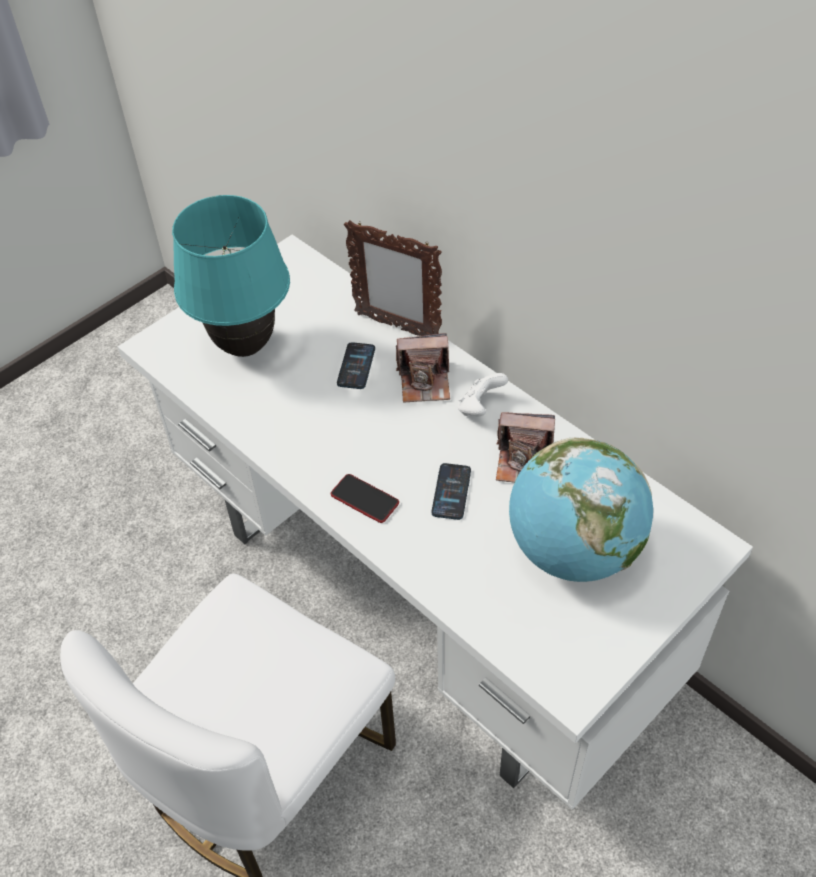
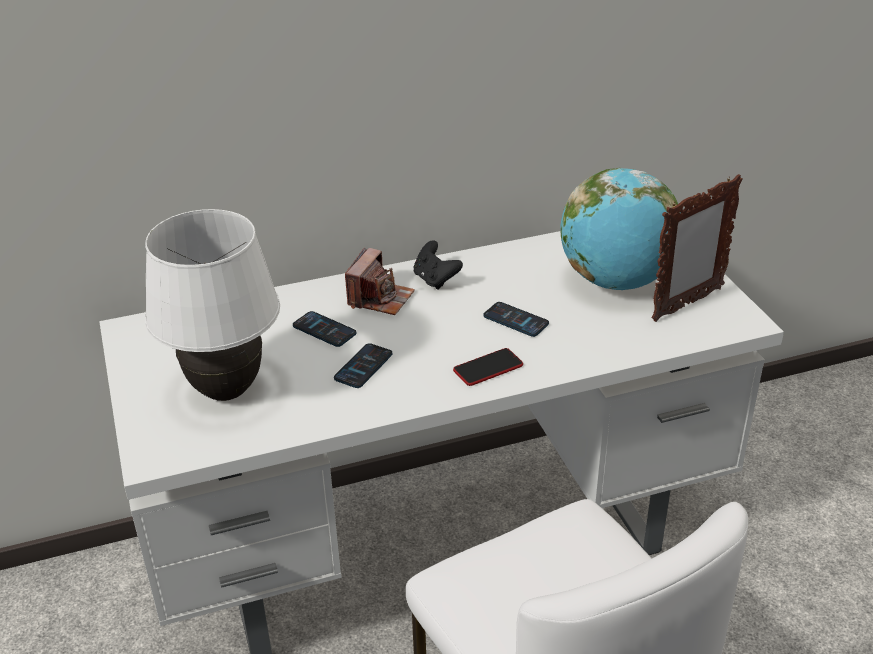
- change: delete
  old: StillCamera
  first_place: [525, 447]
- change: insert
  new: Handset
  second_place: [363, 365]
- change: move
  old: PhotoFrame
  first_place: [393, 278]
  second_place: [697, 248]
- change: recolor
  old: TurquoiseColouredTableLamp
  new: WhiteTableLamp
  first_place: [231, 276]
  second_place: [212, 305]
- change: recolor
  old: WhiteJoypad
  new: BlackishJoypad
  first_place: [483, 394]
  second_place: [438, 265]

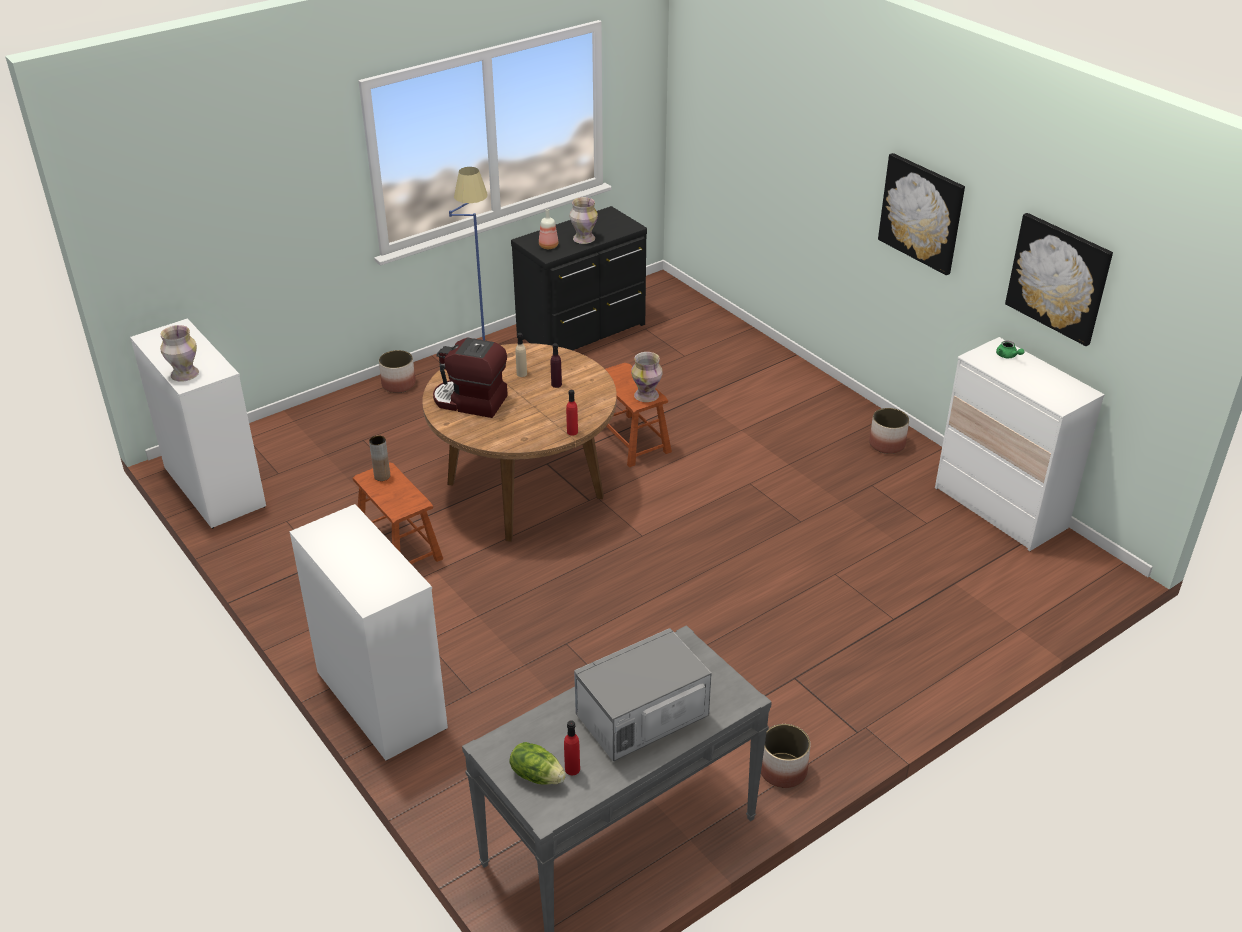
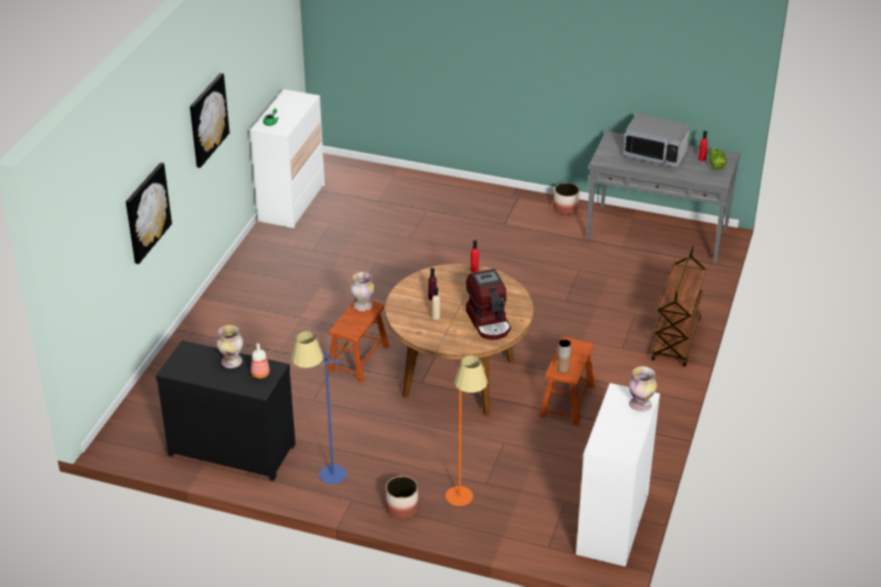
- change: delete
  old: FlowerPot
  first_place: [889, 431]
- change: insert
  new: OrangeStandingLamp
  second_place: [466, 431]
- change: move
  old: WallArt
  first_place: [1059, 279]
  second_place: [149, 213]
- change: replace
  old: WhiteDrawerChest
  new: BrownishWheeledCart
  first_place: [368, 632]
  second_place: [678, 306]

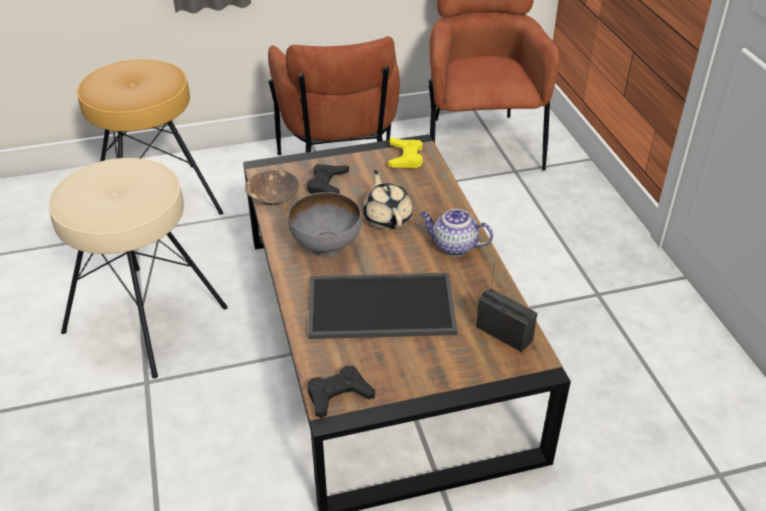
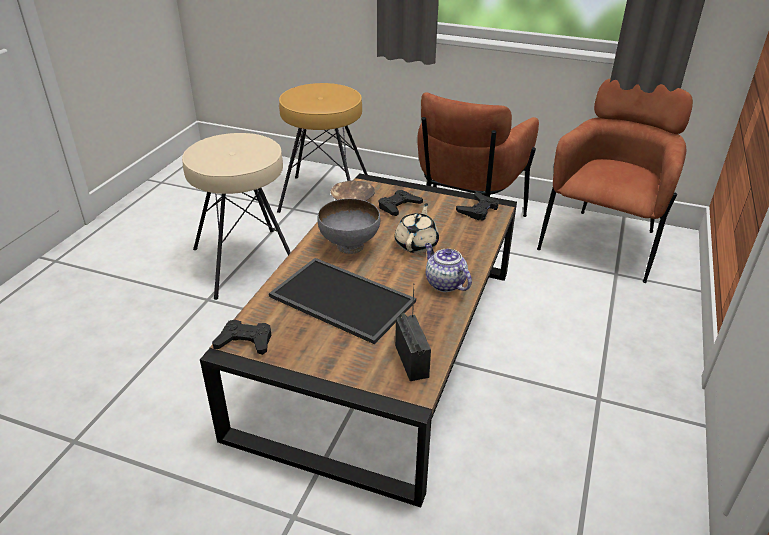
- change: recolor
  old: YellowishJoypad
  new: BlackishJoypad
  first_place: [405, 153]
  second_place: [477, 206]

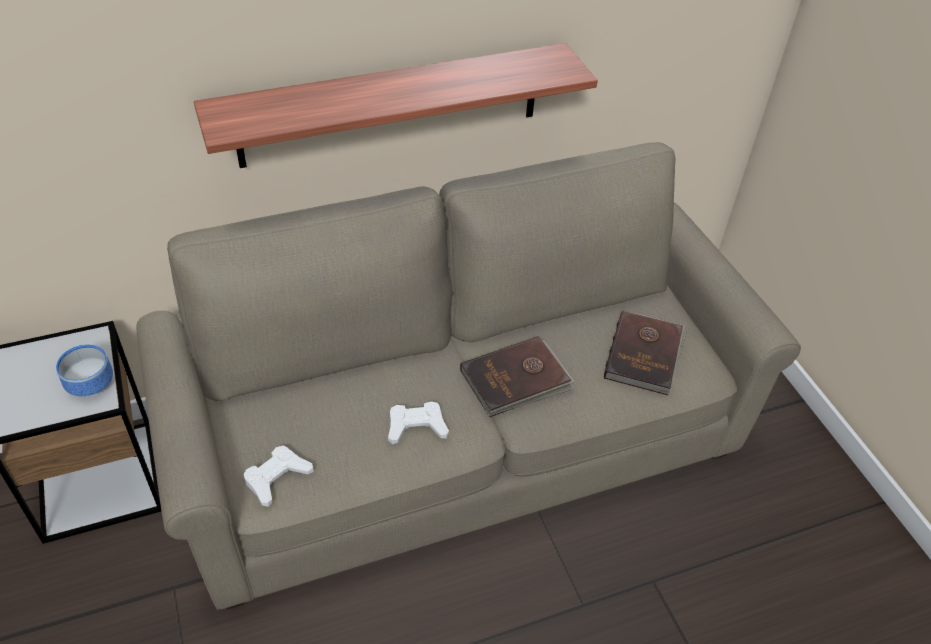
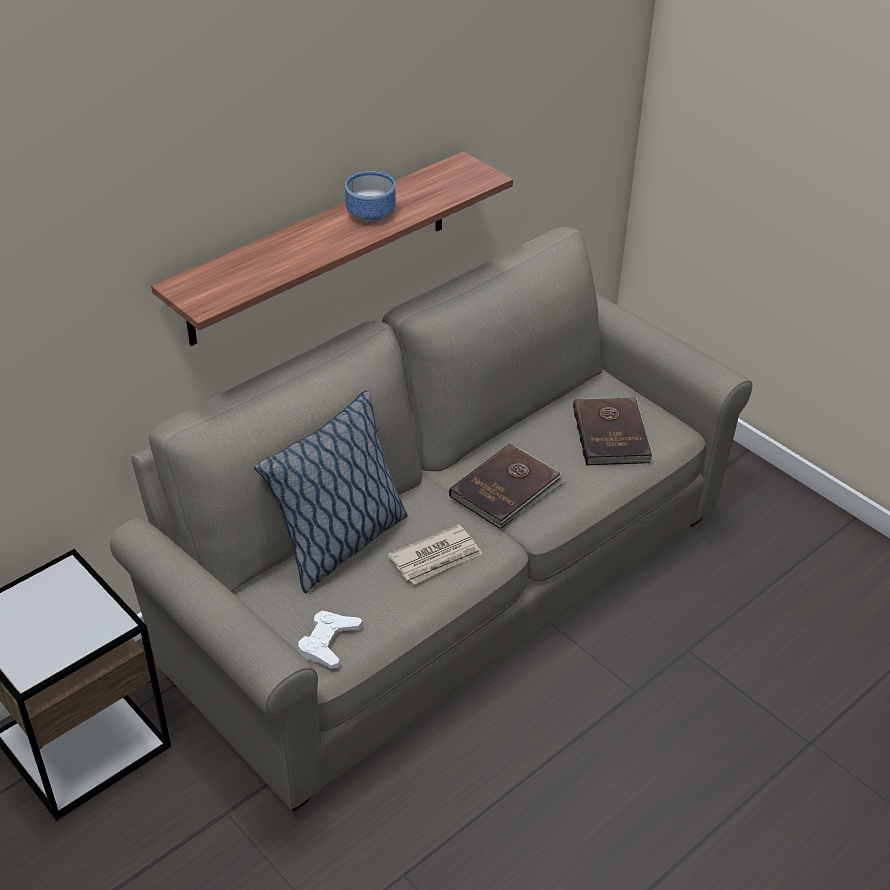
- change: insert
  new: ThrowPillow
  second_place: [331, 492]
- change: move
  old: ServingBowl
  first_place: [84, 370]
  second_place: [370, 197]
- change: replace
  old: WhiteJoypad
  new: PrintedPaper
  first_place: [418, 422]
  second_place: [435, 554]

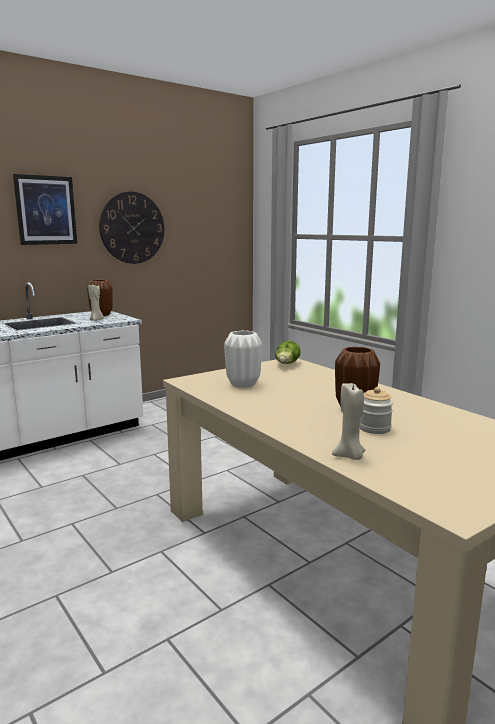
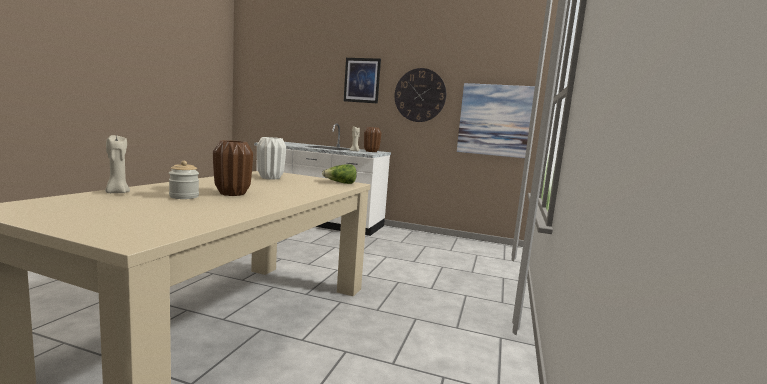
- change: insert
  new: WallArt
  second_place: [496, 120]

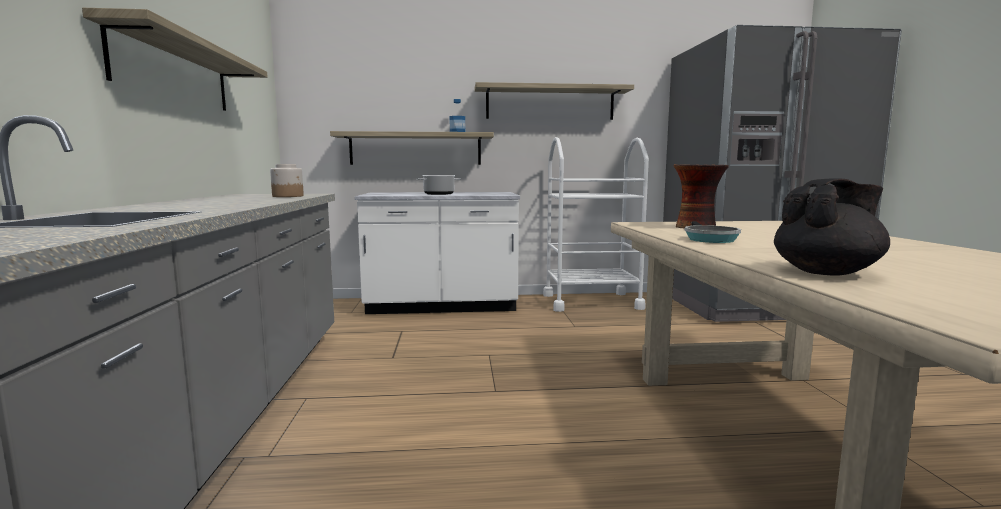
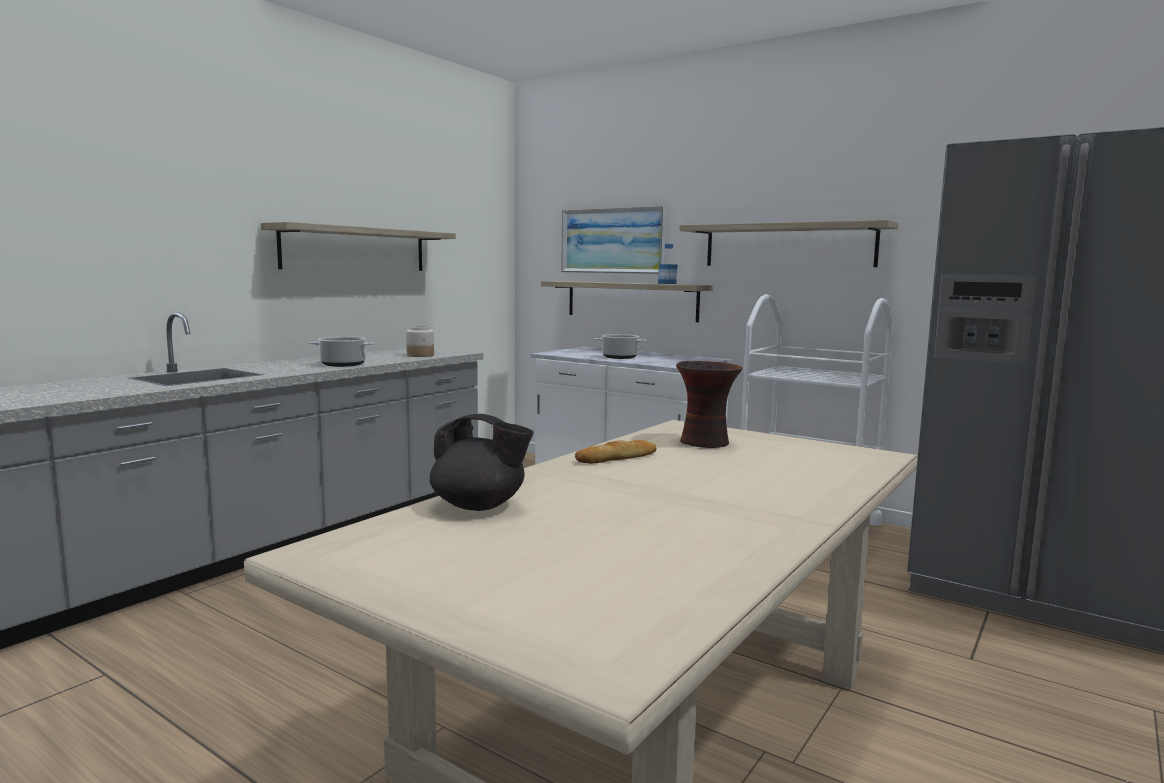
- change: insert
  new: CookingPot
  second_place: [342, 351]
- change: insert
  new: WallArt
  second_place: [613, 240]
- change: replace
  old: Skillet
  new: BakeryBread
  first_place: [713, 232]
  second_place: [616, 452]

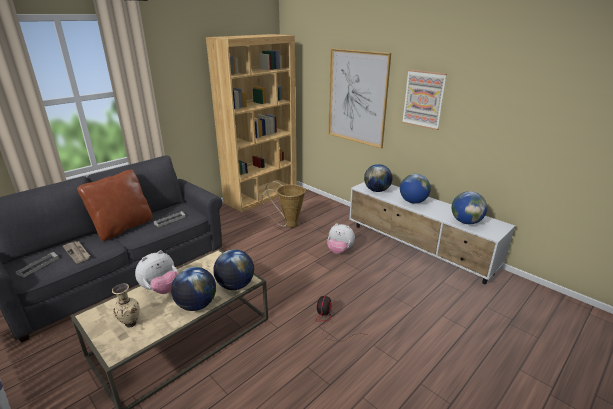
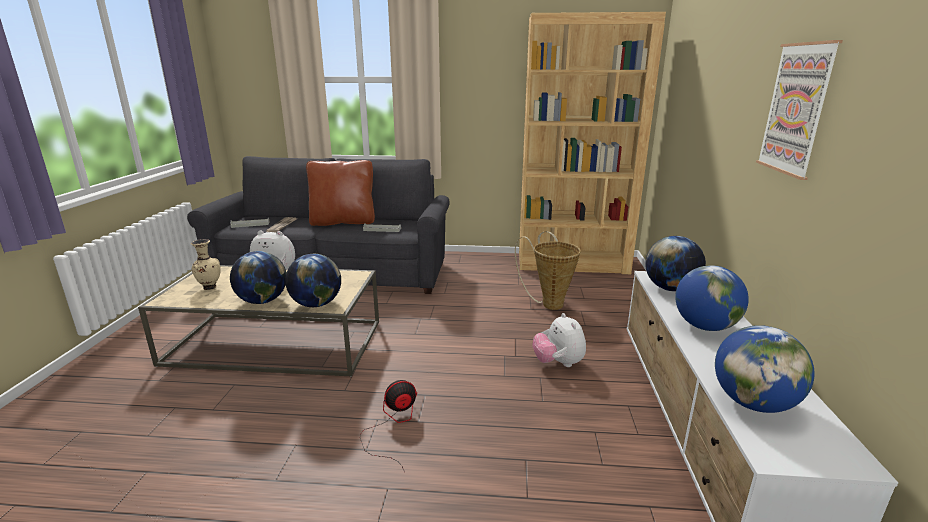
- change: delete
  old: WallArt
  first_place: [359, 98]

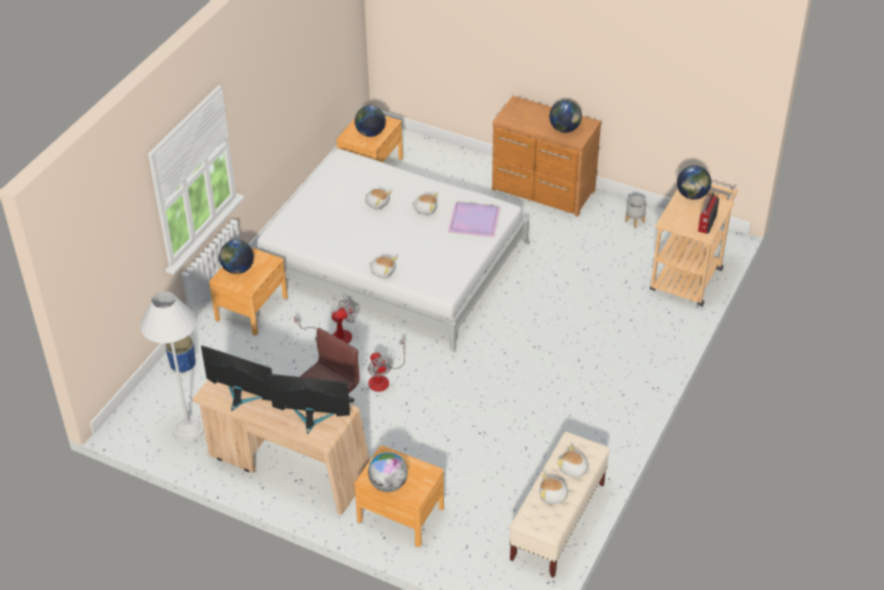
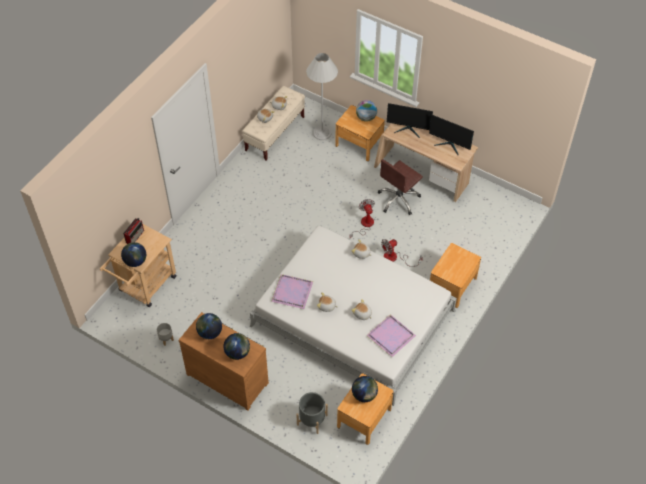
- change: delete
  old: BlueFlowerPot
  first_place: [180, 354]
- change: insert
  new: GreyishFlowerPot
  second_place: [312, 413]
- change: insert
  new: PurpleColouredCarryingTray
  second_place: [391, 335]
- change: move
  old: WhiteStandingLamp
  first_place: [172, 366]
  second_place: [322, 96]
- change: move
  old: DeskGlobe
  first_place: [236, 257]
  second_place: [236, 346]

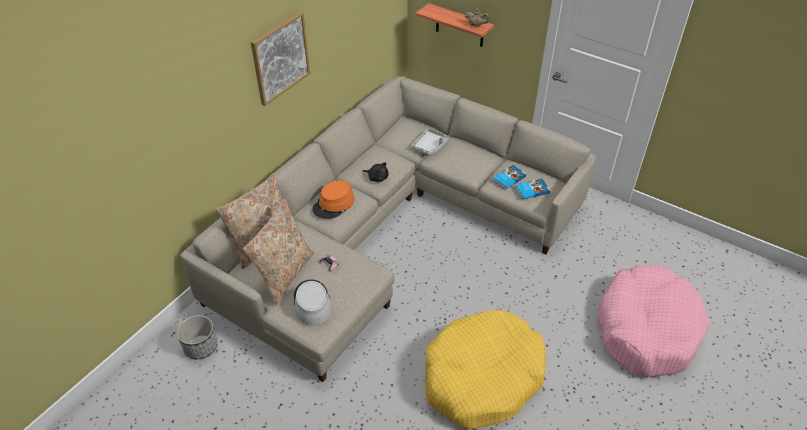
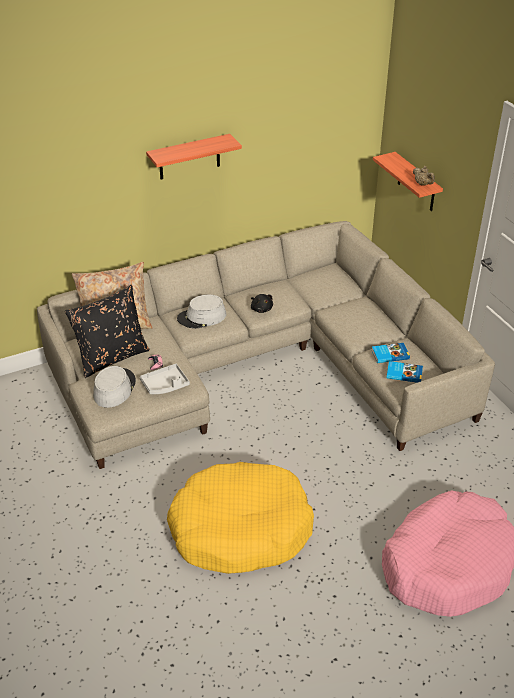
- change: delete
  old: FlowerPot
  first_place: [197, 337]
- change: move
  old: GreyishCarryingTray
  first_place: [430, 141]
  second_place: [165, 379]
- change: replace
  old: WallArt
  new: Shelf
  first_place: [280, 59]
  second_place: [194, 156]
- change: recolor
  old: BeigeColouredThrowPillow
  new: BlackishThrowPillow
  first_place: [278, 252]
  second_place: [107, 331]
- change: recolor
  old: OrangeWearableHat
  new: GreyishWearableHat
  first_place: [334, 199]
  second_place: [201, 312]

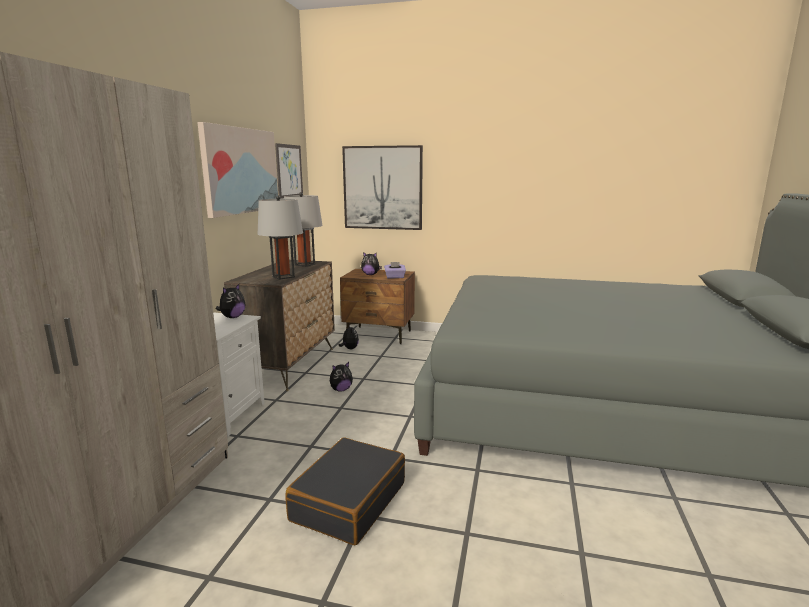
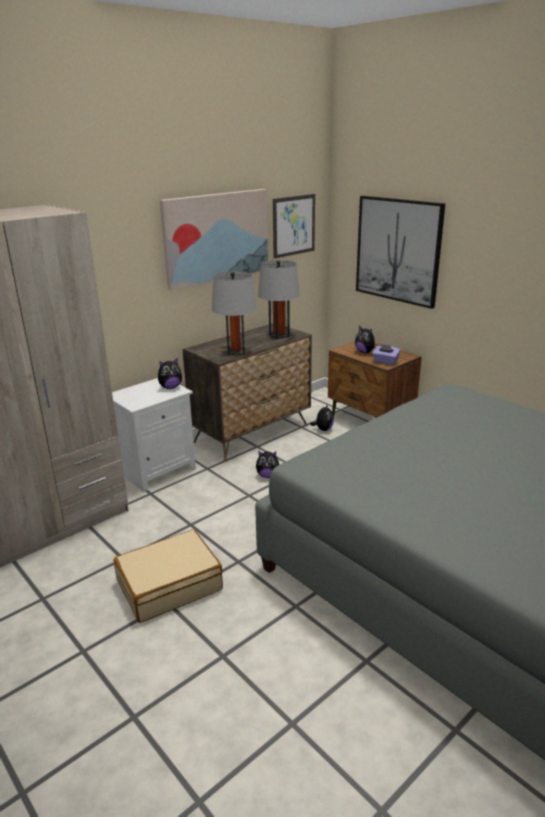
- change: recolor
  old: BlackishTravelCase
  new: BeigeColouredTravelCase
  first_place: [345, 491]
  second_place: [168, 576]

